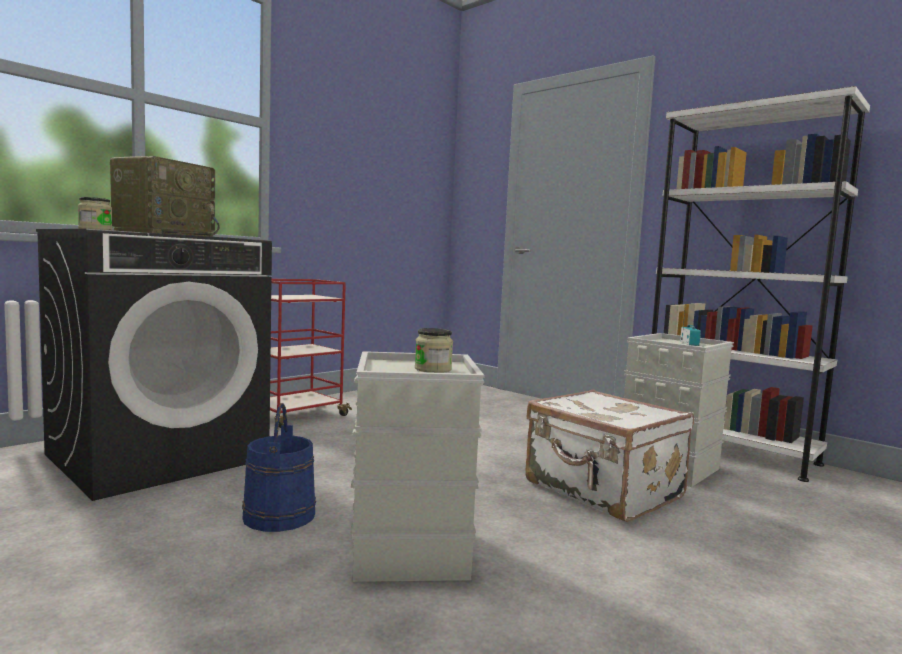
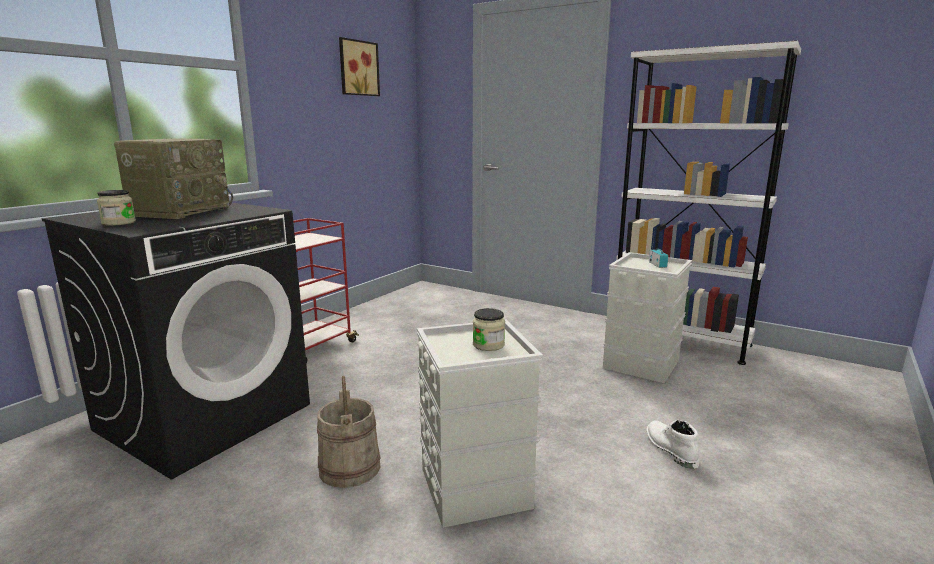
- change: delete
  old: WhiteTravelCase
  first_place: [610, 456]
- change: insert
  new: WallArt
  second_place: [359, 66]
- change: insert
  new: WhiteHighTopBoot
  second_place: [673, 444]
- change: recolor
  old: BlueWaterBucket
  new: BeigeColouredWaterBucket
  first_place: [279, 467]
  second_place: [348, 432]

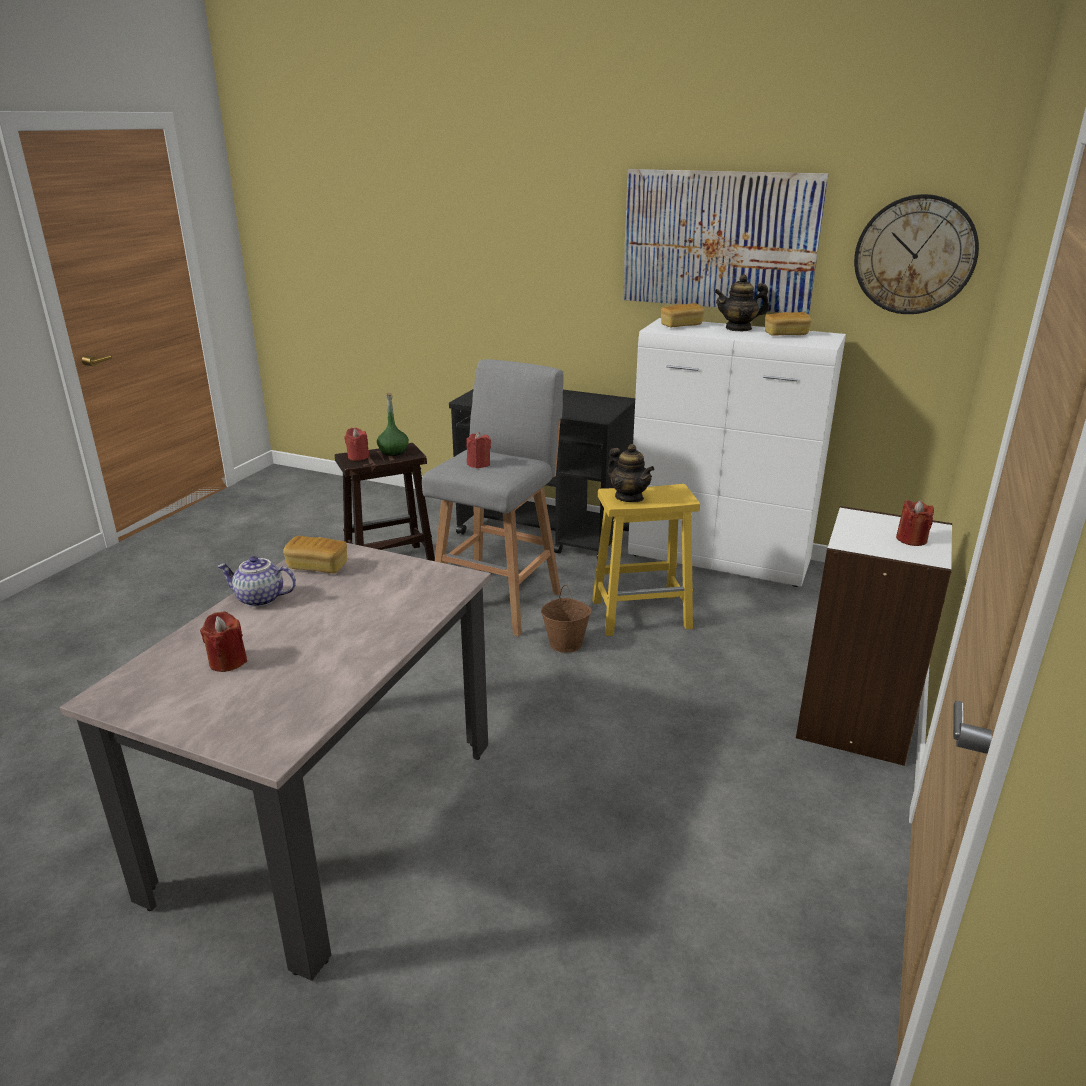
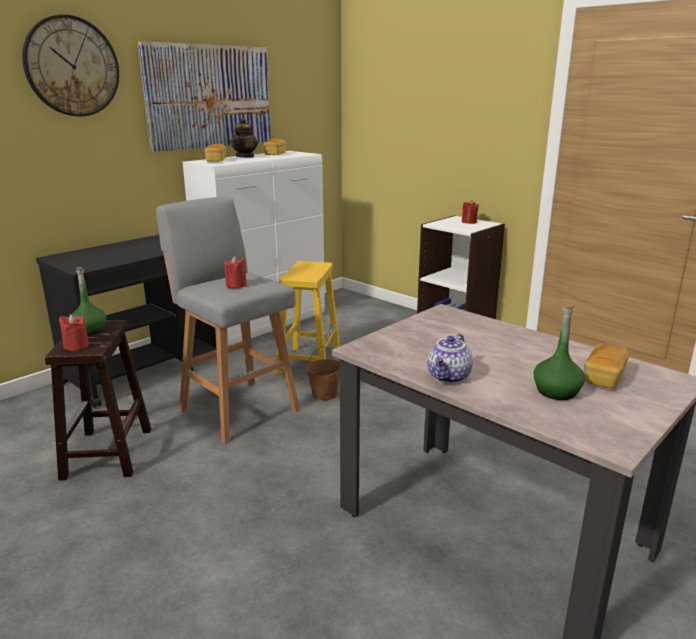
- change: delete
  old: PotForTea
  first_place: [631, 473]
- change: move
  old: BakeryBread
  first_place: [315, 554]
  second_place: [607, 366]
- change: move
  old: WallClock
  first_place: [916, 254]
  second_place: [70, 65]
- change: replace
  old: RedColouredWaxCandle
  new: GreenBeverageBottle
  first_place: [223, 642]
  second_place: [559, 351]

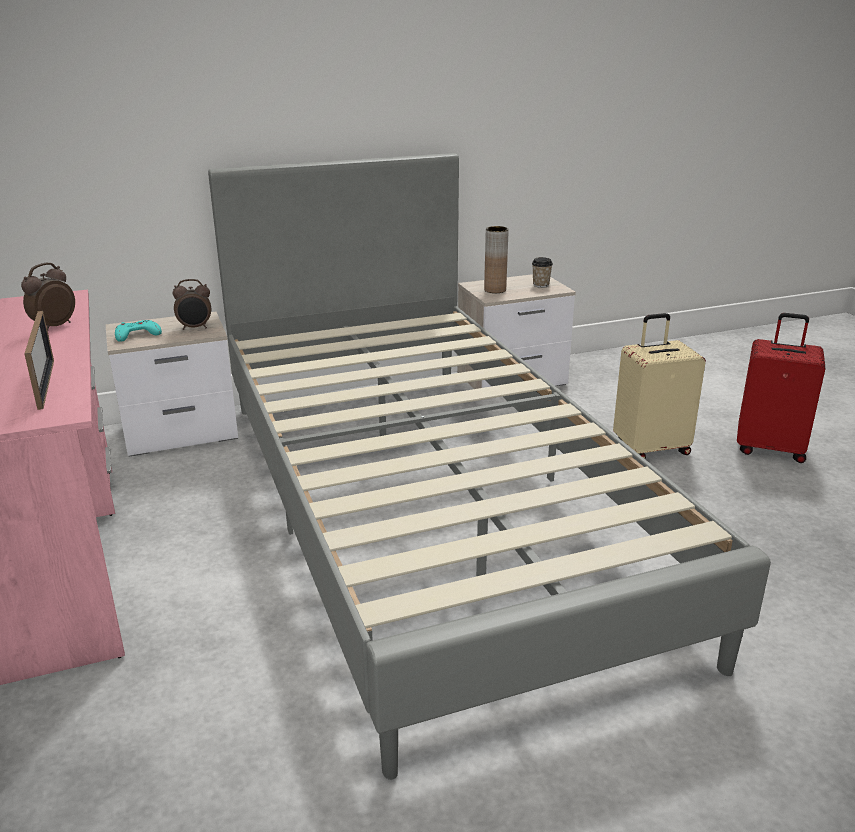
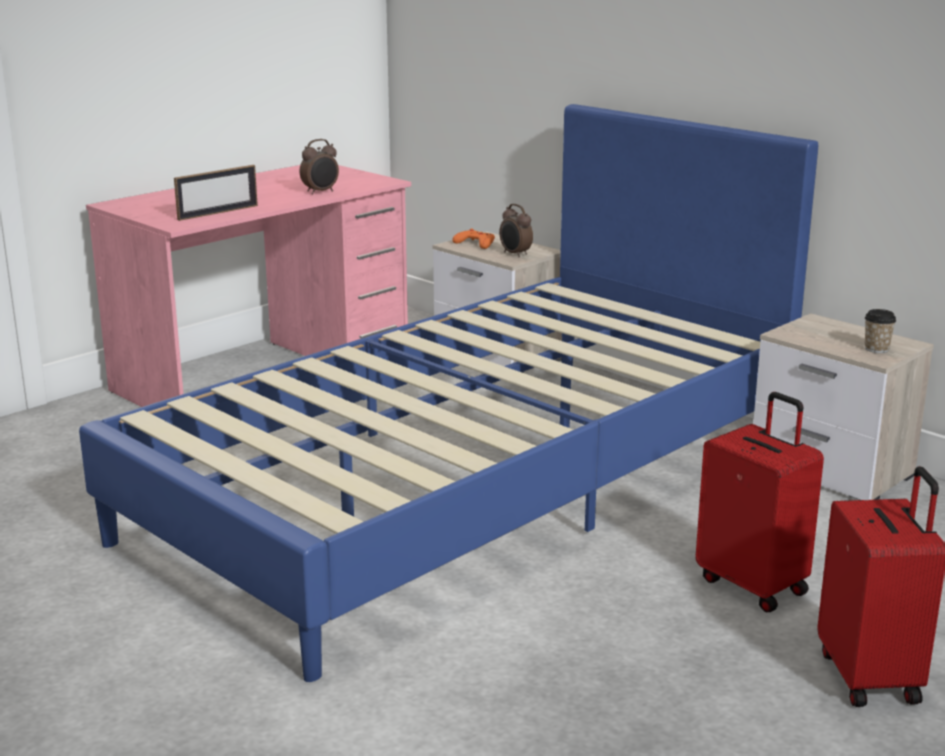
- change: delete
  old: BrownishDecorativeVase
  first_place: [496, 259]
- change: recolor
  old: TurquoiseColouredJoypad
  new: OrangeJoypad
  first_place: [138, 331]
  second_place: [473, 239]
- change: recolor
  old: GreyishSleepingBed
  new: BlueSleepingBed
  first_place: [489, 466]
  second_place: [448, 393]
- change: recolor
  old: BeigeColouredTravelCase
  new: RedColouredTravelCase
  first_place: [659, 386]
  second_place: [759, 502]
- change: rotate
  old: AlarmClock
  first_place: [48, 297]
  second_place: [319, 166]
  degrees: 135

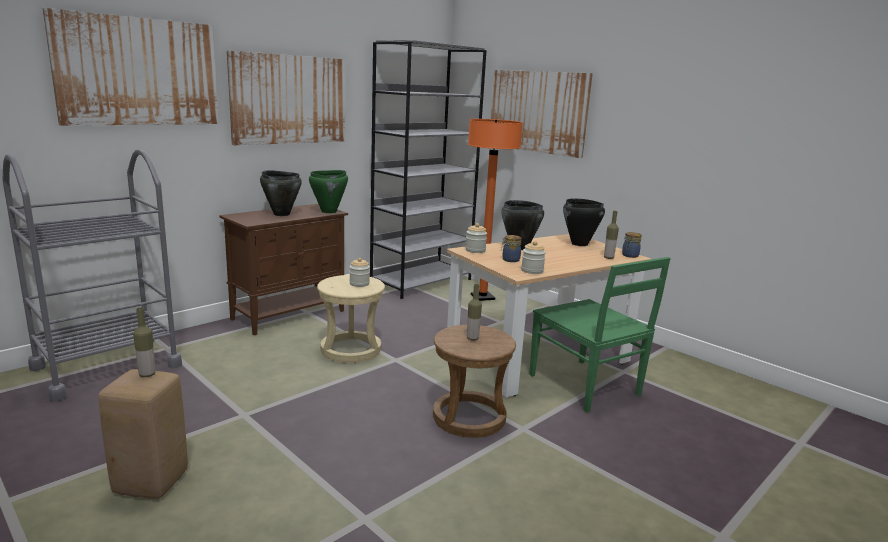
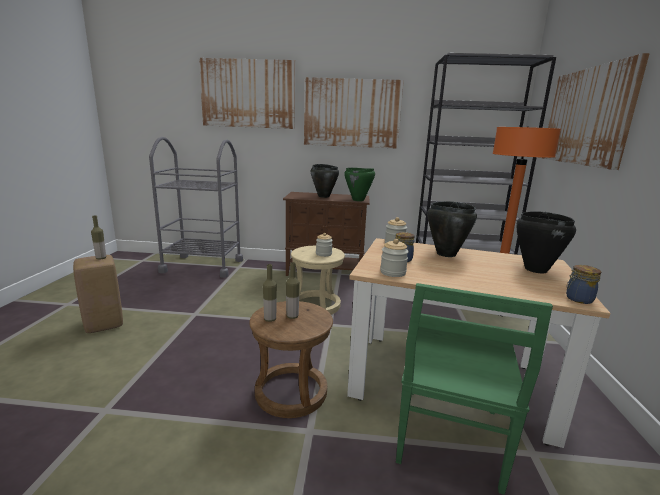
- change: move
  old: BeverageBottle
  first_place: [611, 235]
  second_place: [270, 293]

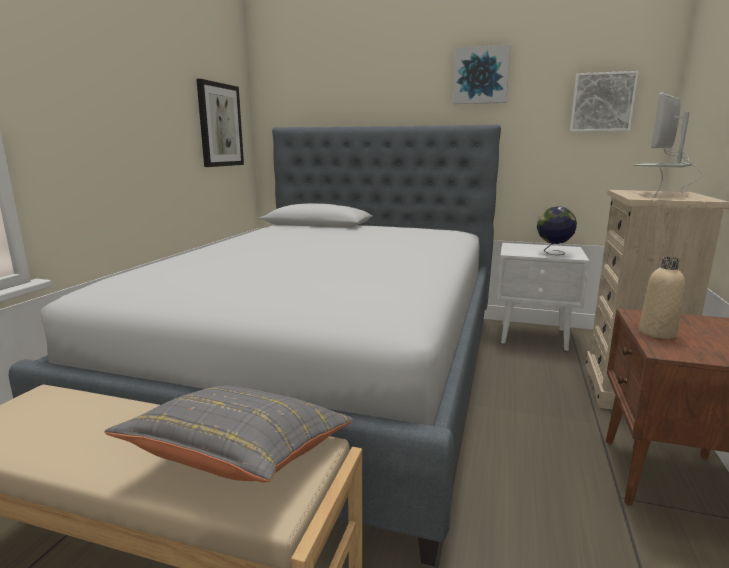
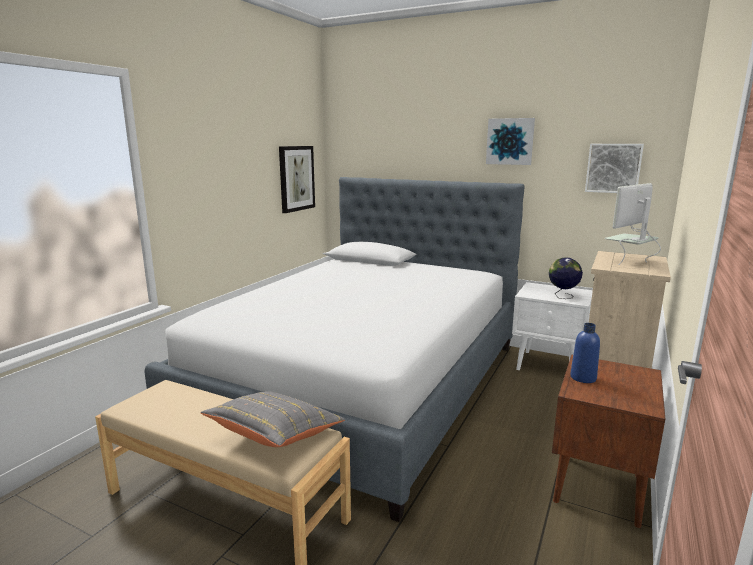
- change: recolor
  old: BeigeColouredBeverageBottle
  new: BlueBeverageBottle
  first_place: [662, 298]
  second_place: [585, 353]

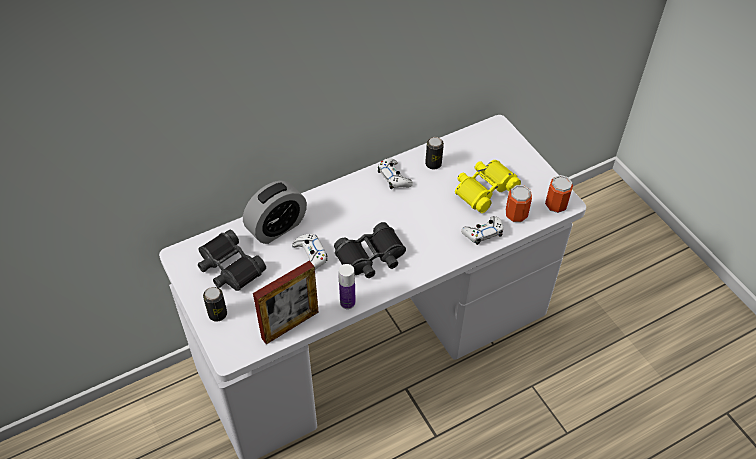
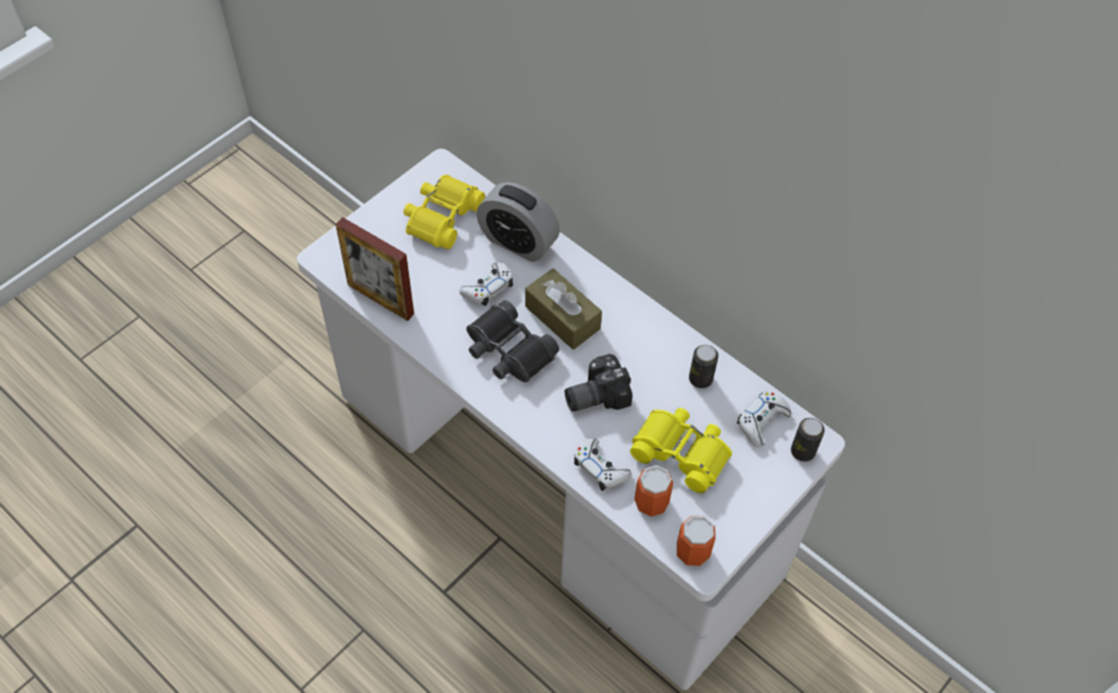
- change: delete
  old: BeverageBottle
  first_place: [347, 286]
- change: insert
  new: BrownishTissueBox
  second_place: [563, 309]
- change: insert
  new: StillCamera
  second_place: [599, 383]
- change: move
  old: Can
  first_place: [215, 304]
  second_place: [808, 440]
- change: move
  old: WhiteJoypad
  first_place: [395, 173]
  second_place: [764, 419]
- change: recolor
  old: BlackishFieldGlasses
  new: YellowishFieldGlasses
  first_place: [232, 260]
  second_place: [444, 212]

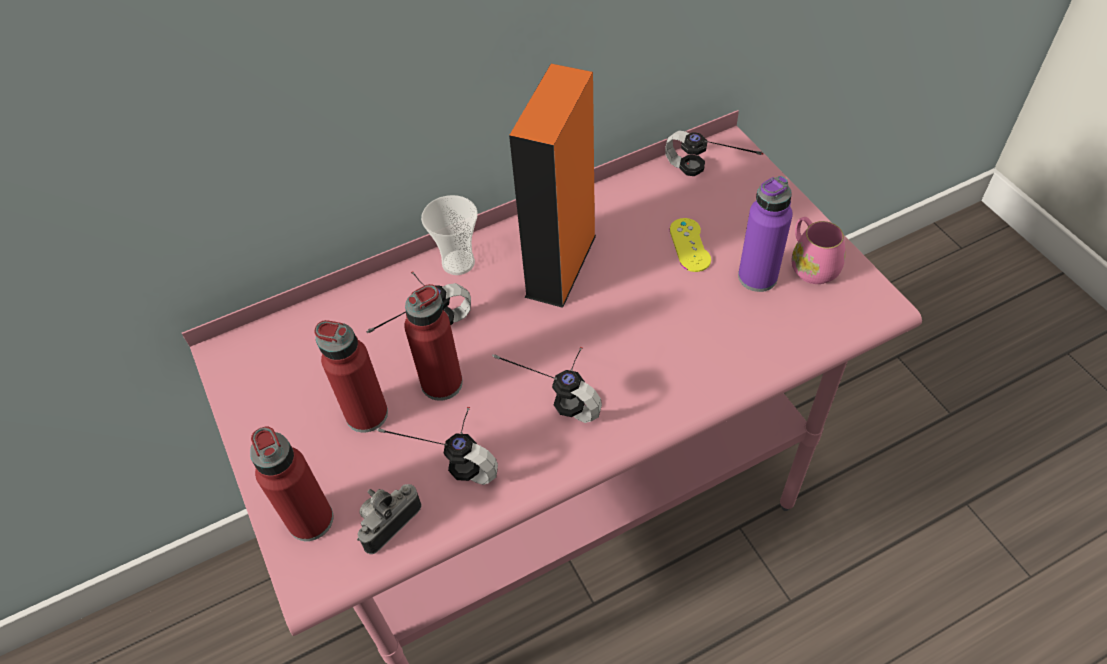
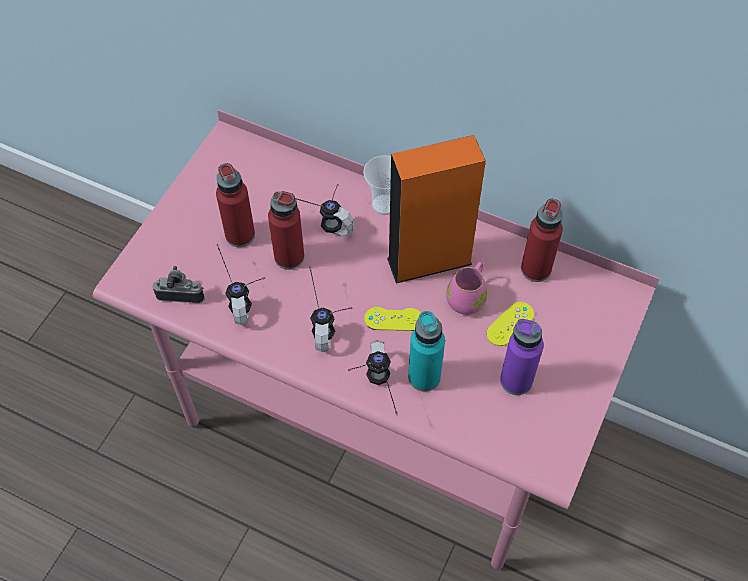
- change: insert
  new: YellowishJoypad
  second_place: [392, 319]
- change: insert
  new: TurquoiseColouredBeverageBottle
  second_place: [426, 351]
- change: move
  old: RedColouredBeverageBottle
  first_place: [292, 483]
  second_place: [542, 240]
- change: move
  old: Headphones
  first_place: [714, 153]
  second_place: [373, 377]
- change: move
  old: PinkTeaMug
  first_place: [818, 250]
  second_place: [466, 288]

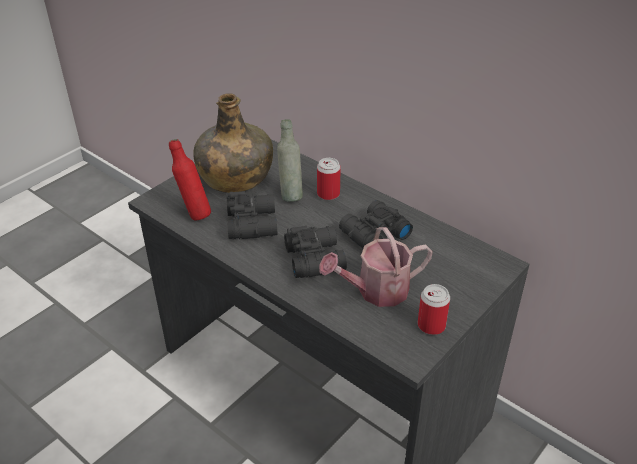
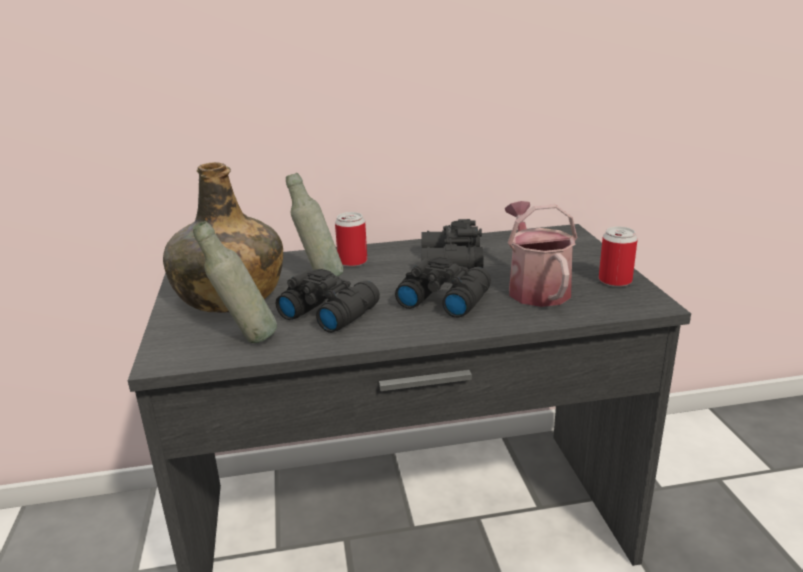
- change: recolor
  old: RedColouredBeverageBottle
  new: GreyishBeverageBottle
  first_place: [190, 179]
  second_place: [235, 282]
- change: rotate
  old: SprinklingCan
  first_place: [376, 267]
  second_place: [541, 254]
  degrees: 150

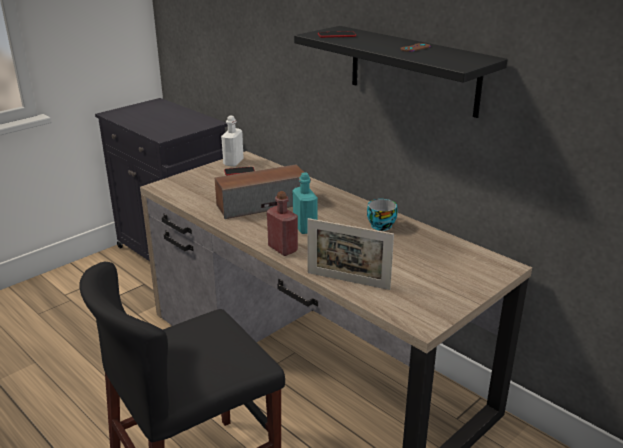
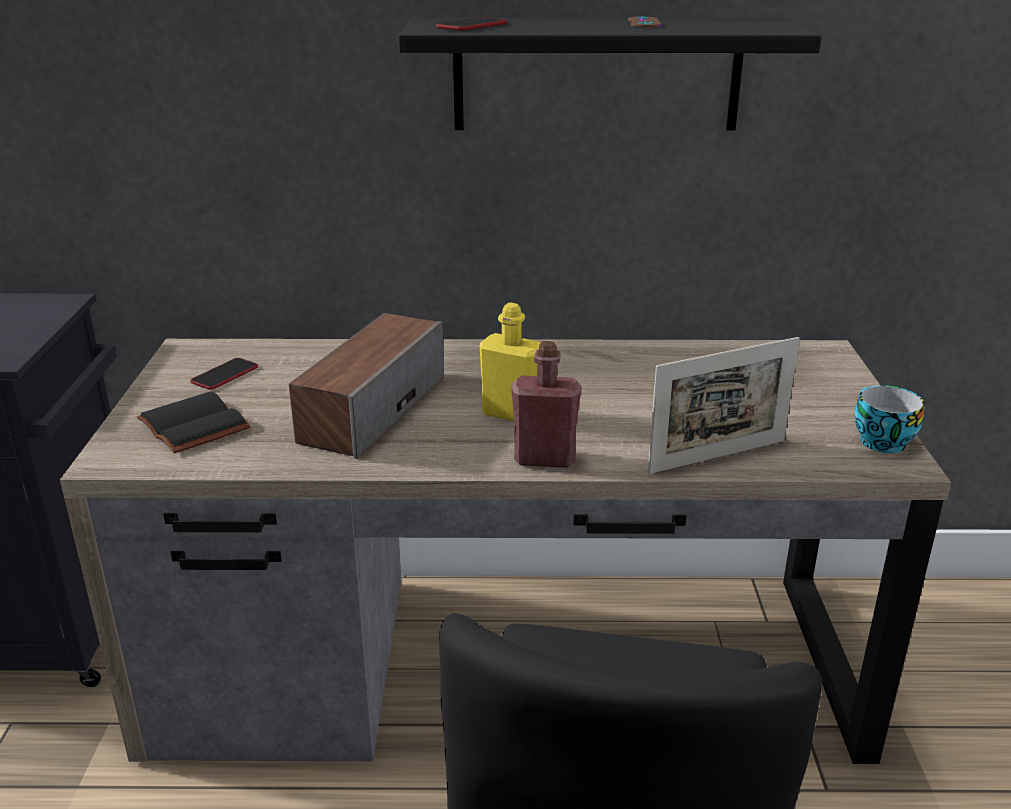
- change: delete
  old: WhiteBeverageBottle
  first_place: [232, 140]
- change: insert
  new: BlackishBoundBook
  second_place: [194, 422]
- change: move
  old: Cup
  first_place: [382, 215]
  second_place: [889, 419]
- change: recolor
  old: TurquoiseColouredBeverageBottle
  new: YellowishBeverageBottle
  first_place: [305, 203]
  second_place: [510, 361]

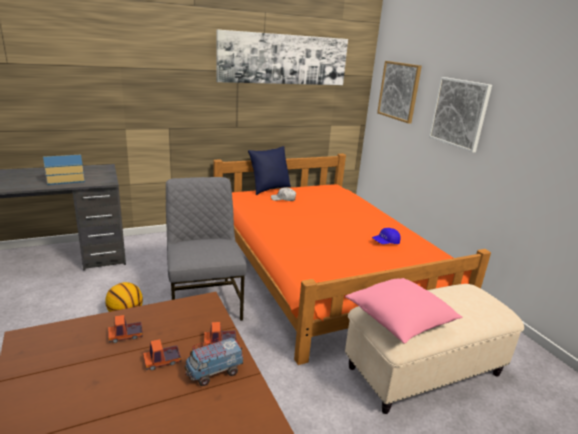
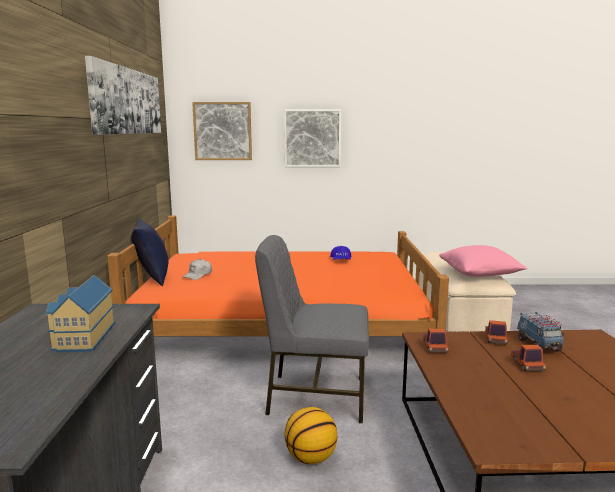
- change: move
  old: ToyLorry
  first_place: [125, 329]
  second_place: [436, 341]

